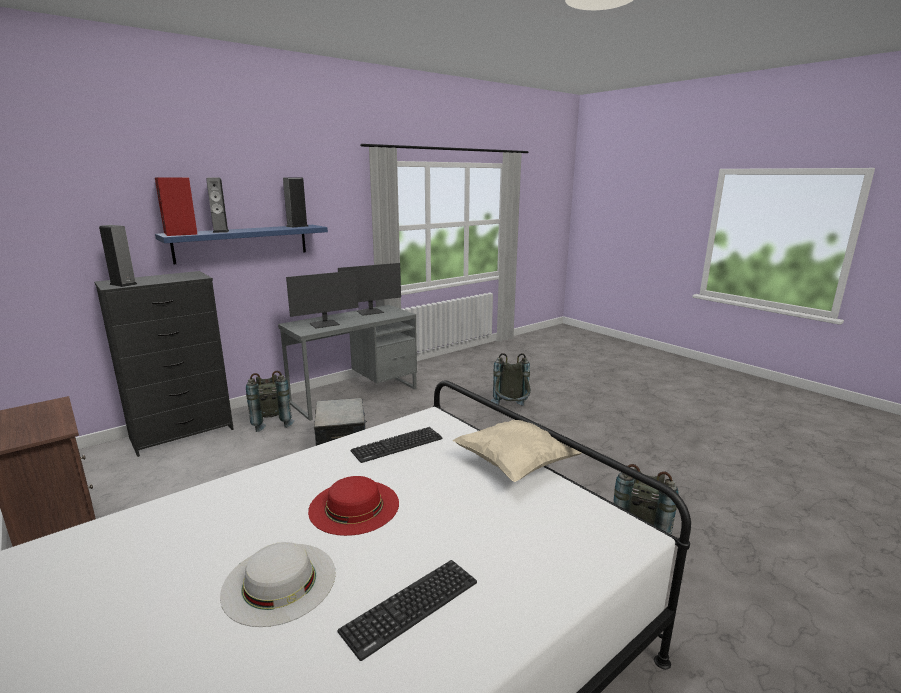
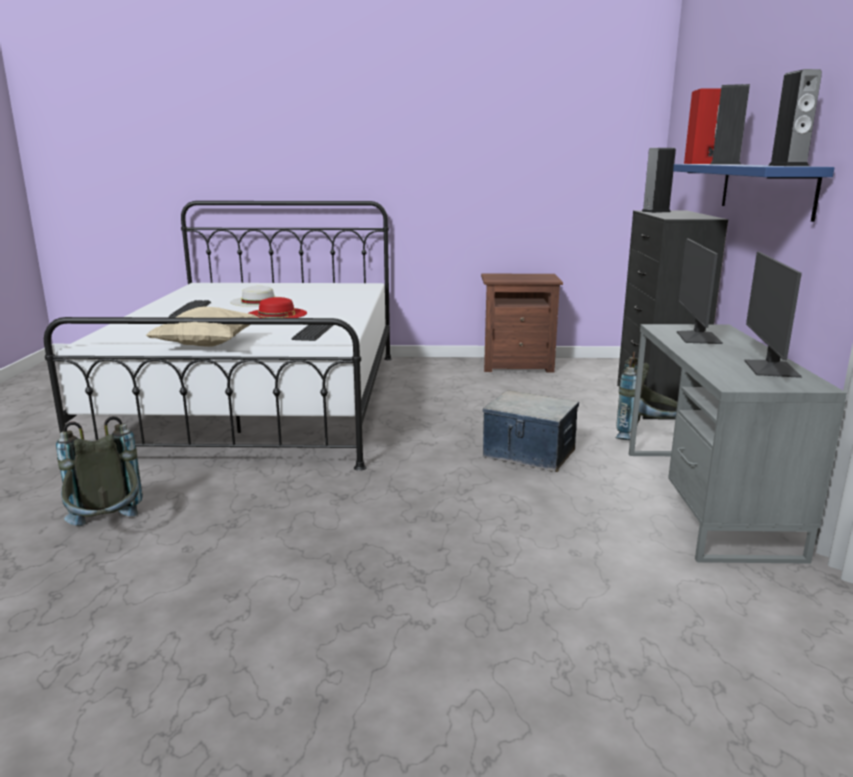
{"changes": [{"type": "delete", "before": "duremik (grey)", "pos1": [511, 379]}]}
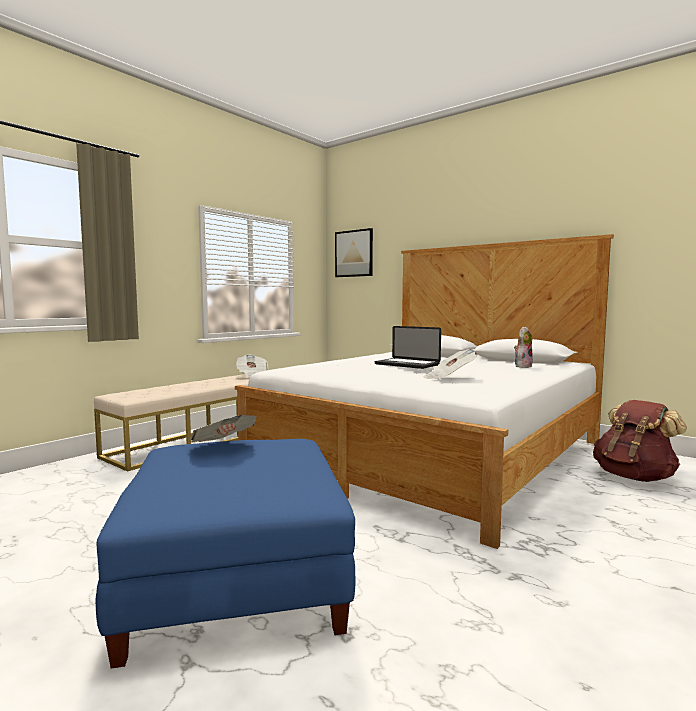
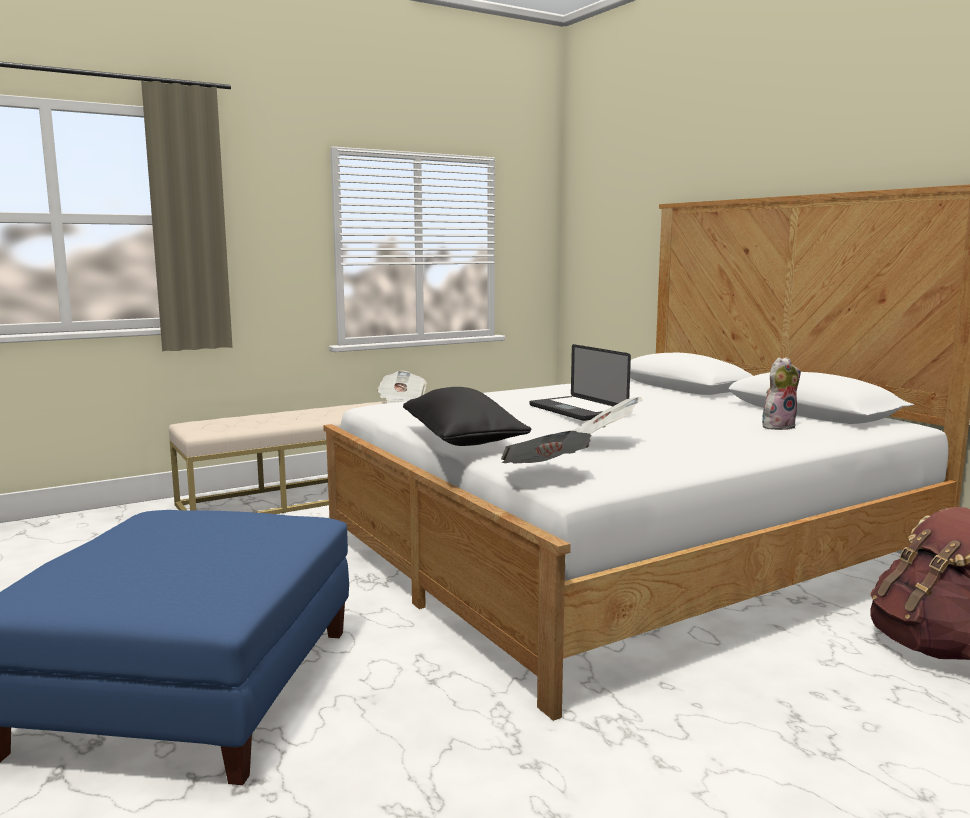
{"changes": [{"type": "delete", "before": "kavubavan", "pos1": [354, 252]}, {"type": "insert", "after": "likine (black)", "pos2": [467, 416]}, {"type": "move", "before": "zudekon", "pos1": [223, 428], "pos2": [546, 447]}]}
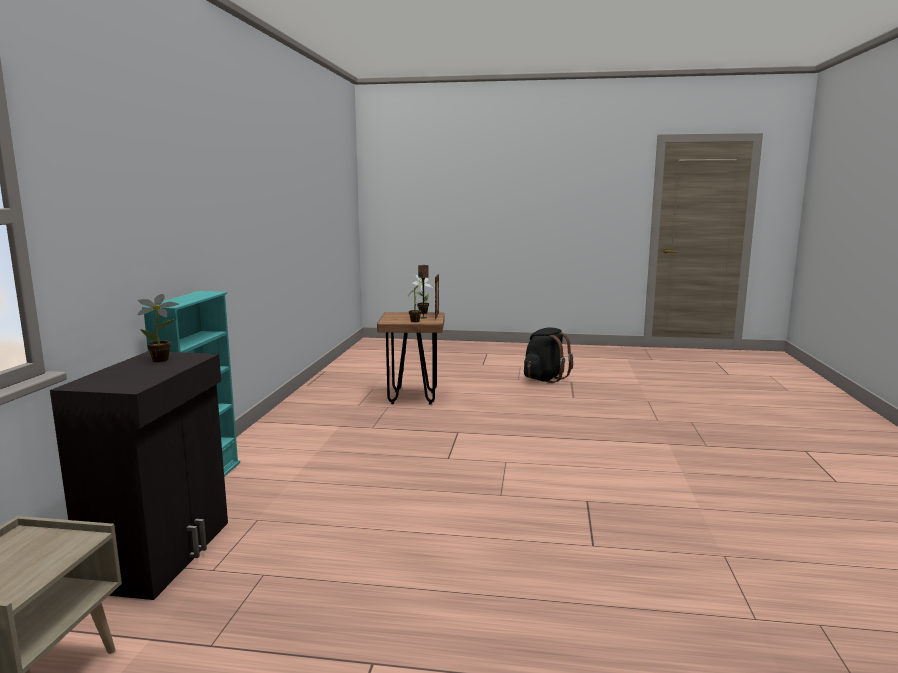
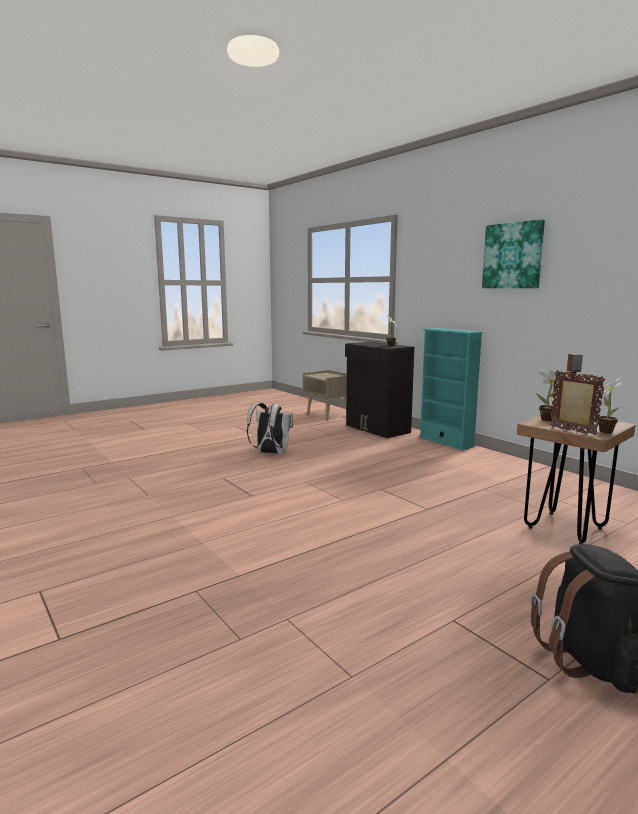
{"changes": [{"type": "insert", "after": "duremik (white)", "pos2": [270, 428]}, {"type": "insert", "after": "kavubavan", "pos2": [513, 253]}]}
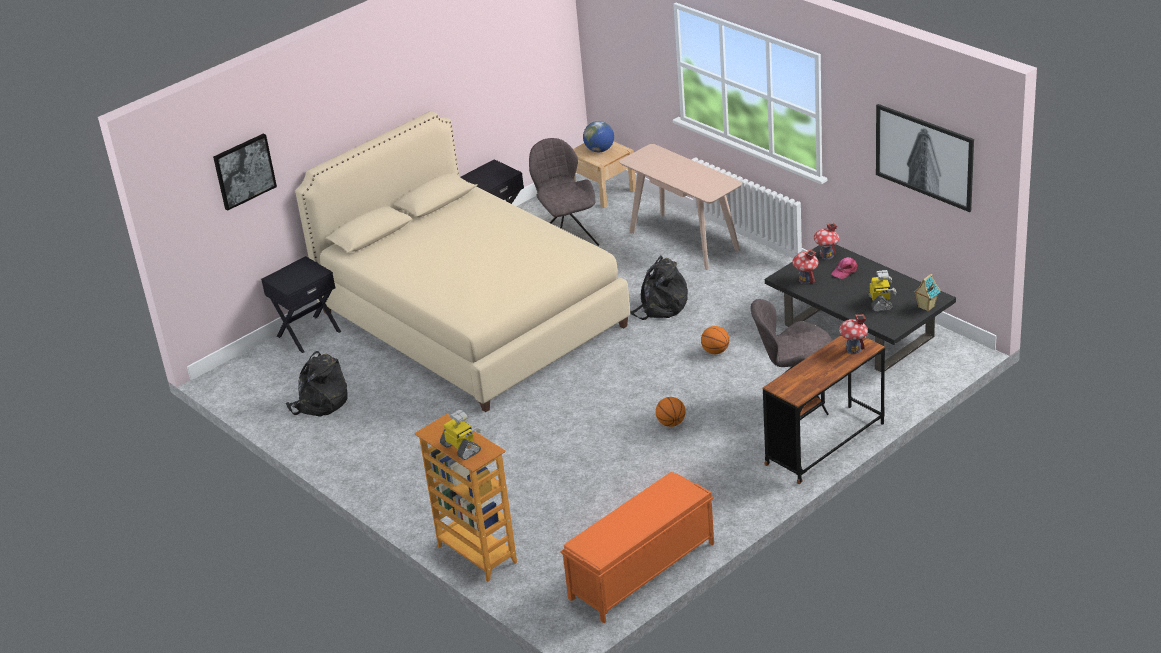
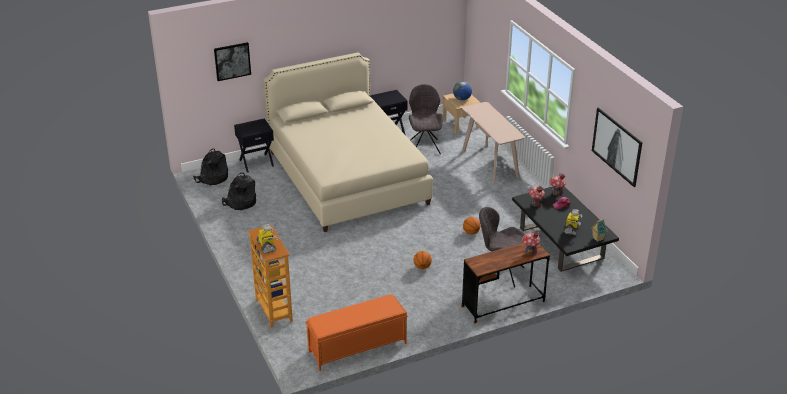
{"changes": [{"type": "move", "before": "duremik (black)", "pos1": [659, 288], "pos2": [210, 166]}]}
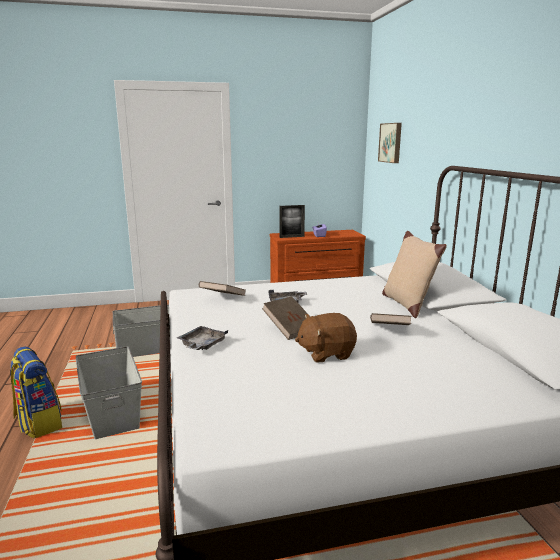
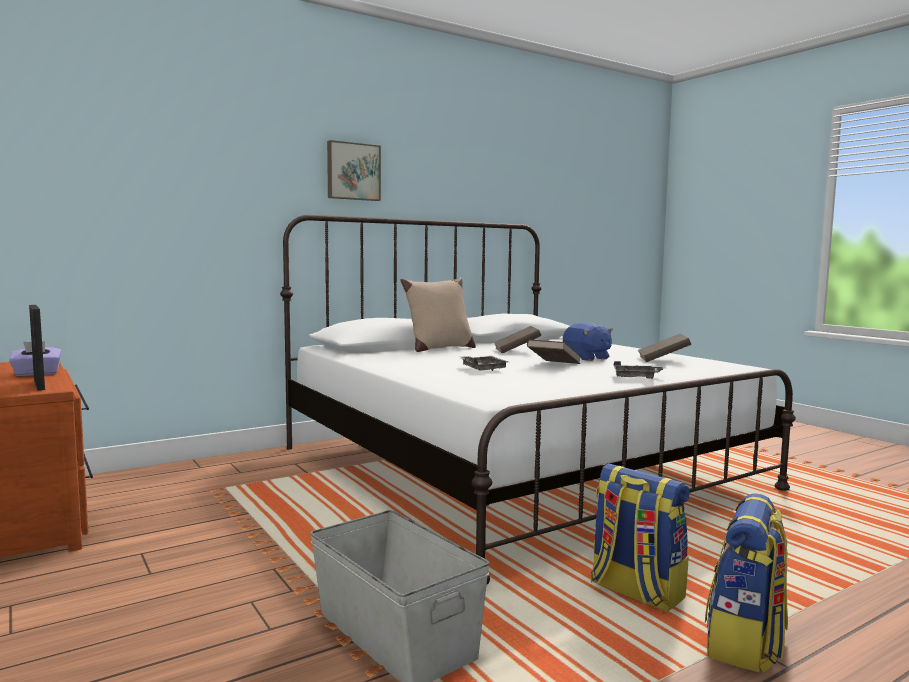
{"changes": [{"type": "move", "before": "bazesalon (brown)", "pos1": [222, 288], "pos2": [664, 348]}, {"type": "move", "before": "kavubavan", "pos1": [390, 143], "pos2": [354, 170]}, {"type": "replace", "before": "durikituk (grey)", "after": "duremik", "pos1": [109, 392], "pos2": [640, 538]}, {"type": "recolor", "before": "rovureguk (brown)", "after": "rovureguk (blue)", "pos1": [326, 338], "pos2": [588, 341]}]}
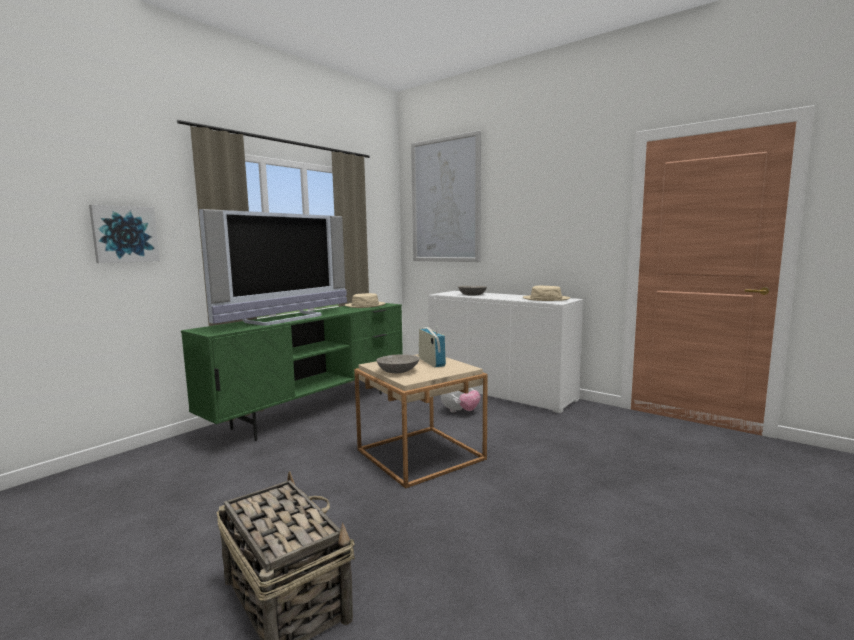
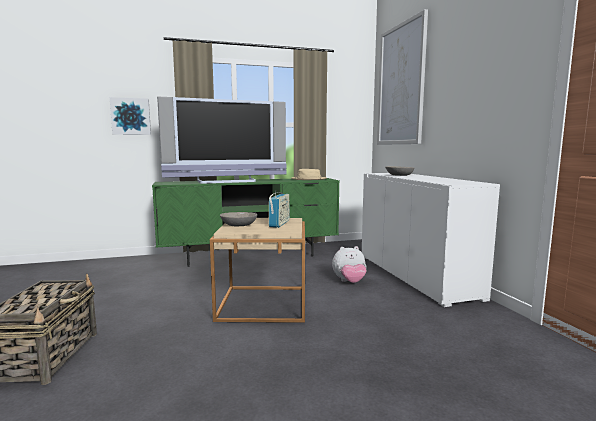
{"changes": [{"type": "delete", "before": "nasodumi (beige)", "pos1": [546, 293]}]}
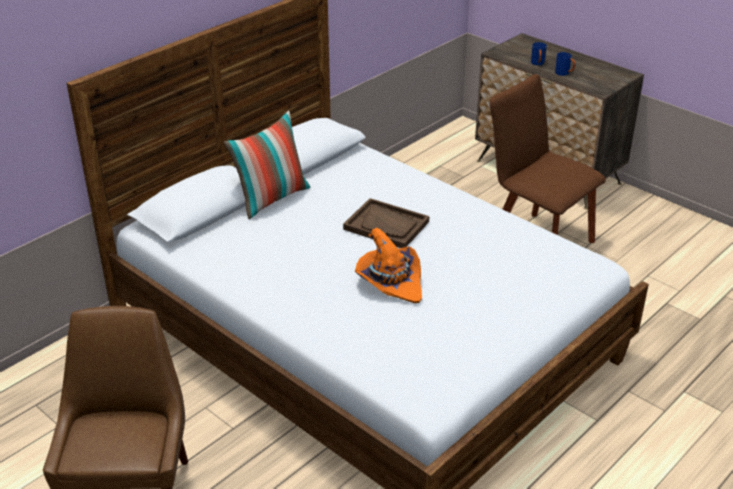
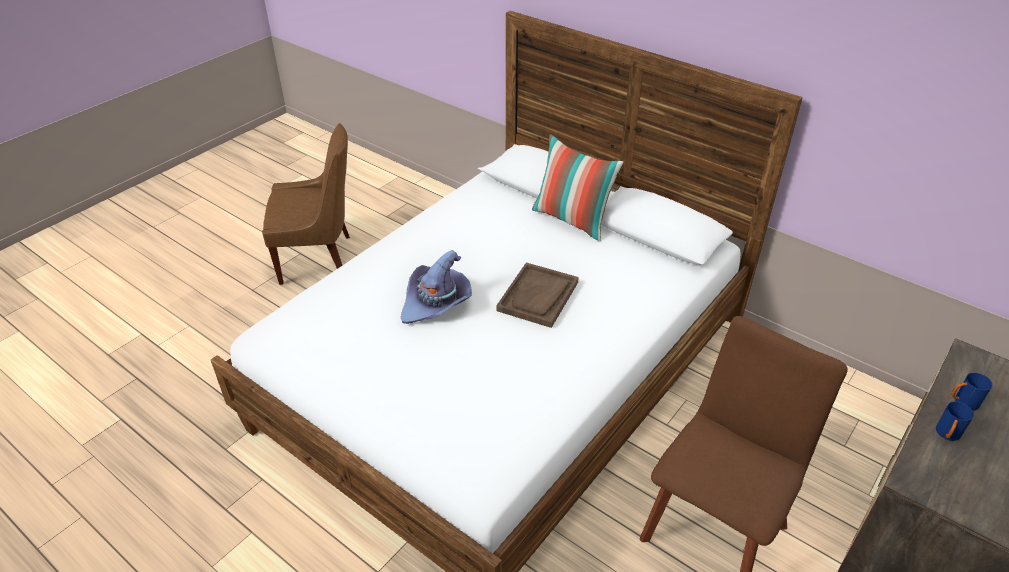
{"changes": [{"type": "recolor", "before": "nasodumi (orange)", "after": "nasodumi (purple)", "pos1": [388, 265], "pos2": [436, 287]}]}
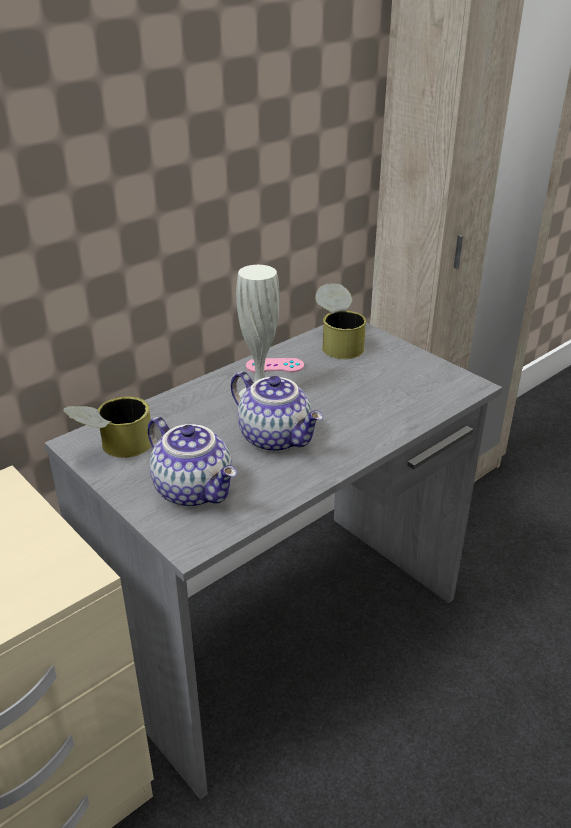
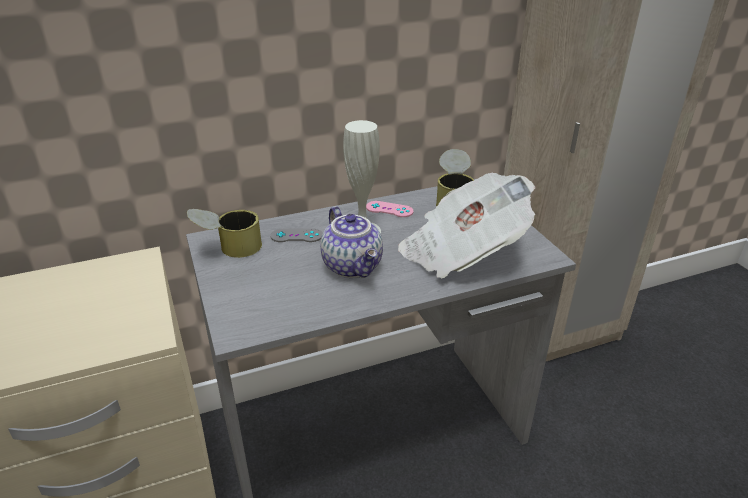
{"changes": [{"type": "delete", "before": "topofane", "pos1": [192, 462]}, {"type": "insert", "after": "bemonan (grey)", "pos2": [296, 235]}, {"type": "insert", "after": "zudekon", "pos2": [466, 225]}]}
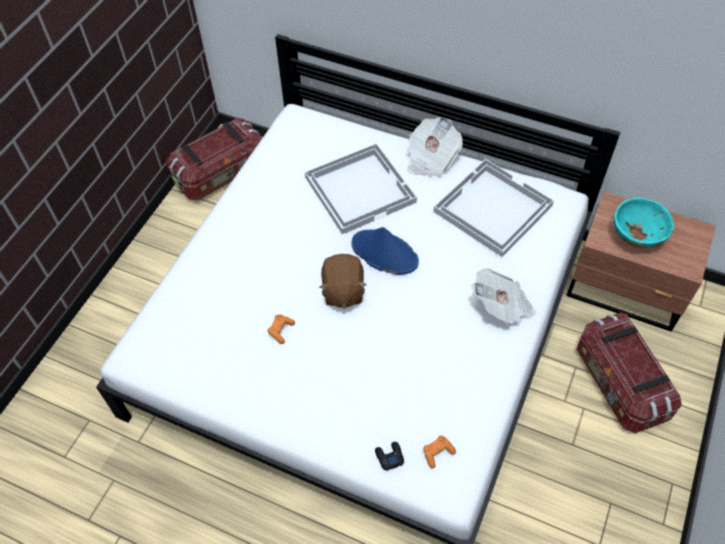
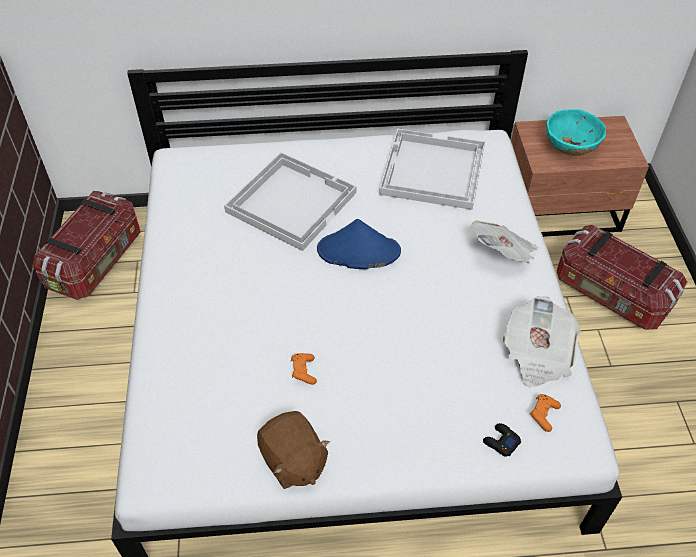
{"changes": [{"type": "move", "before": "rovureguk (brown)", "pos1": [343, 281], "pos2": [293, 450]}, {"type": "move", "before": "zudekon", "pos1": [435, 147], "pos2": [541, 342]}]}
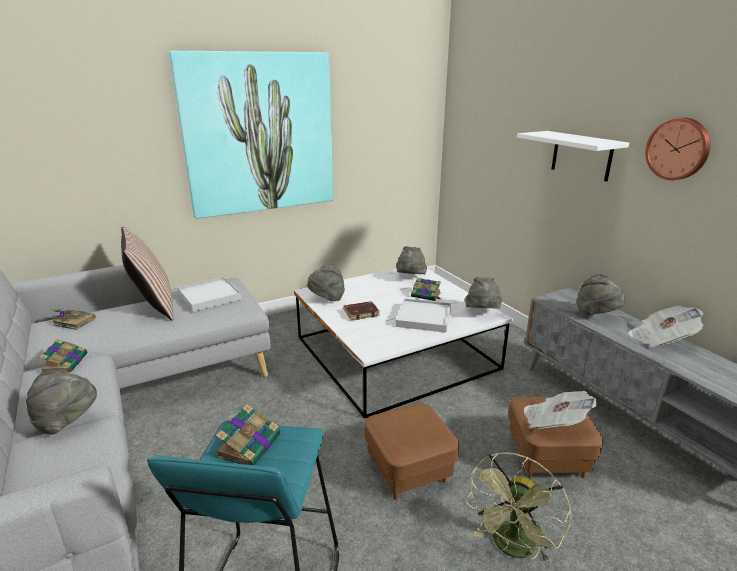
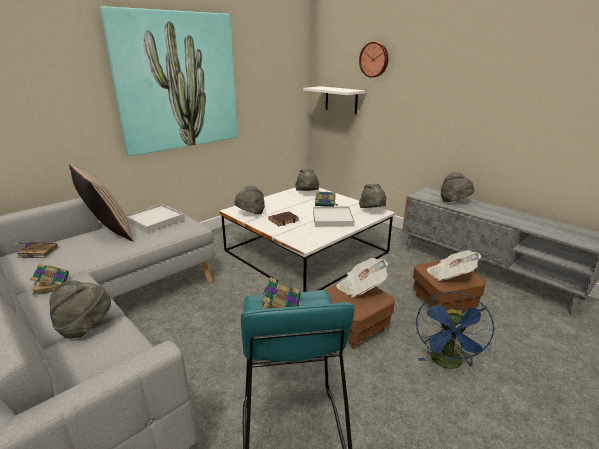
{"changes": [{"type": "move", "before": "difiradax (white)", "pos1": [573, 156], "pos2": [334, 100]}, {"type": "move", "before": "zudekon", "pos1": [666, 326], "pos2": [362, 278]}, {"type": "move", "before": "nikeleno", "pos1": [677, 149], "pos2": [373, 60]}, {"type": "recolor", "before": "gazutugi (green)", "after": "gazutugi (blue)", "pos1": [518, 507], "pos2": [455, 330]}]}
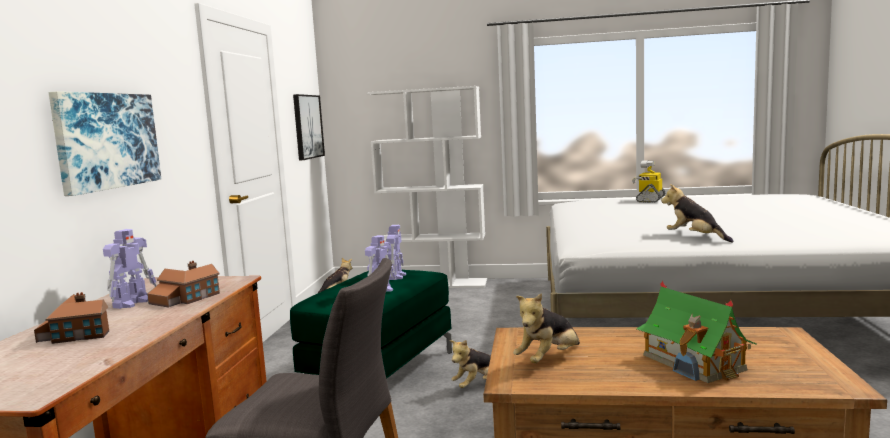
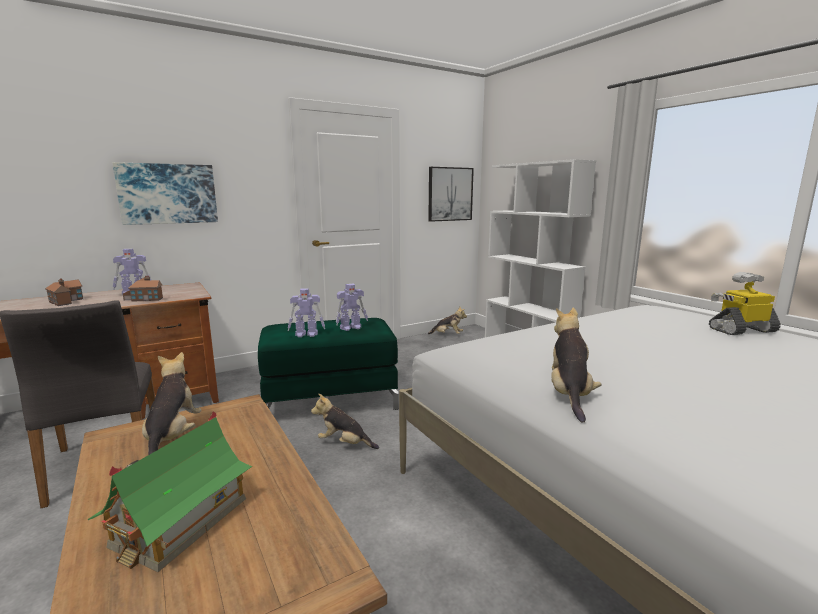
{"changes": [{"type": "rotate", "before": "rovureguk", "pos1": [546, 328], "pos2": [171, 403], "turn": 75}]}
